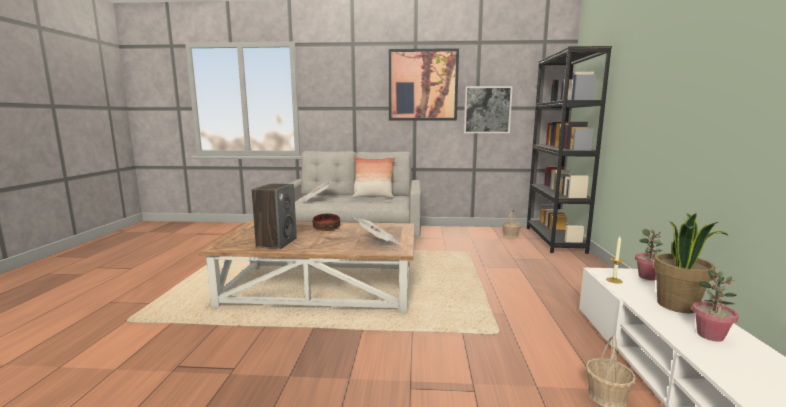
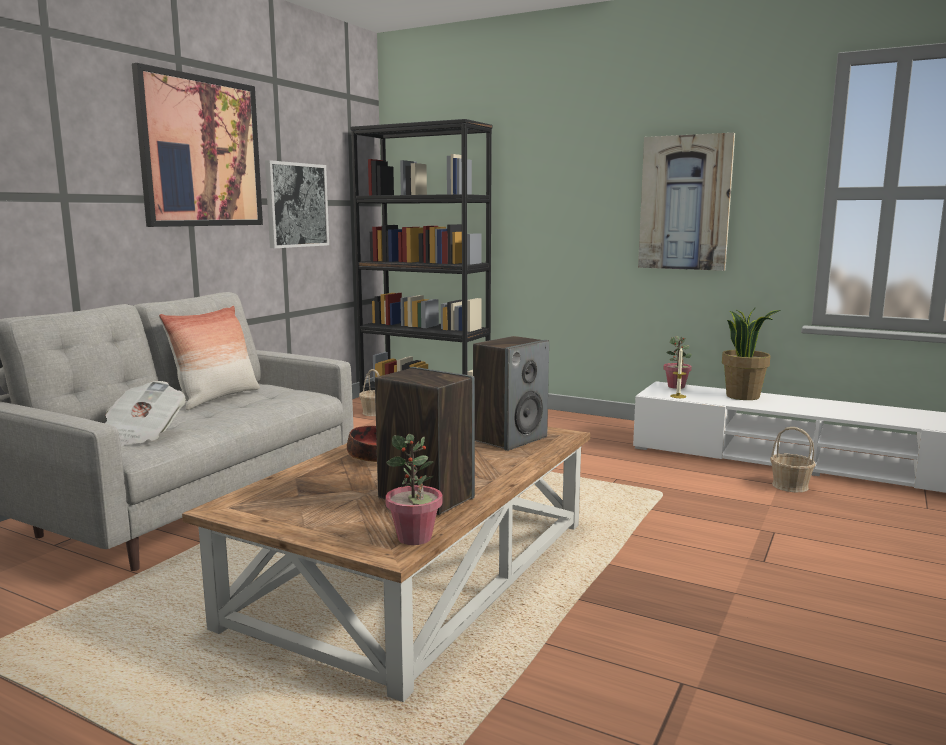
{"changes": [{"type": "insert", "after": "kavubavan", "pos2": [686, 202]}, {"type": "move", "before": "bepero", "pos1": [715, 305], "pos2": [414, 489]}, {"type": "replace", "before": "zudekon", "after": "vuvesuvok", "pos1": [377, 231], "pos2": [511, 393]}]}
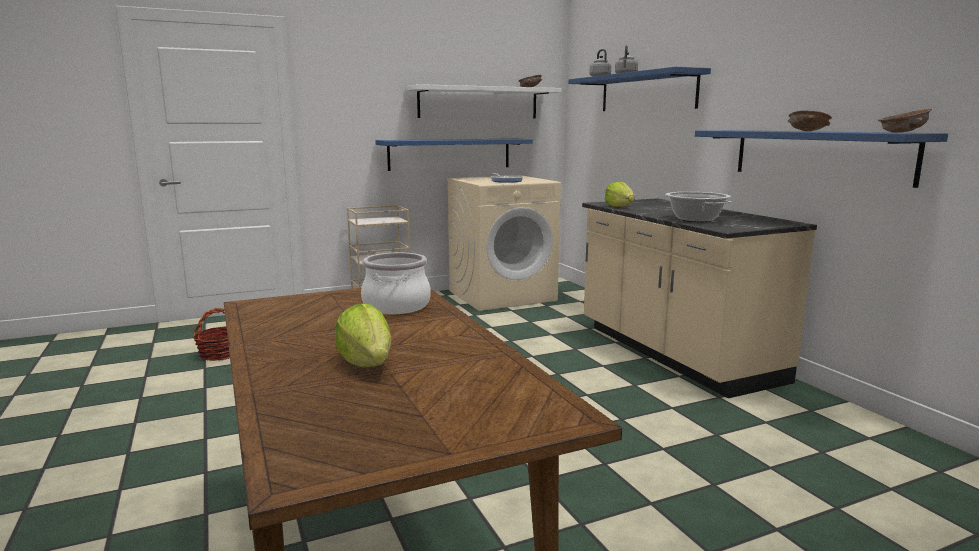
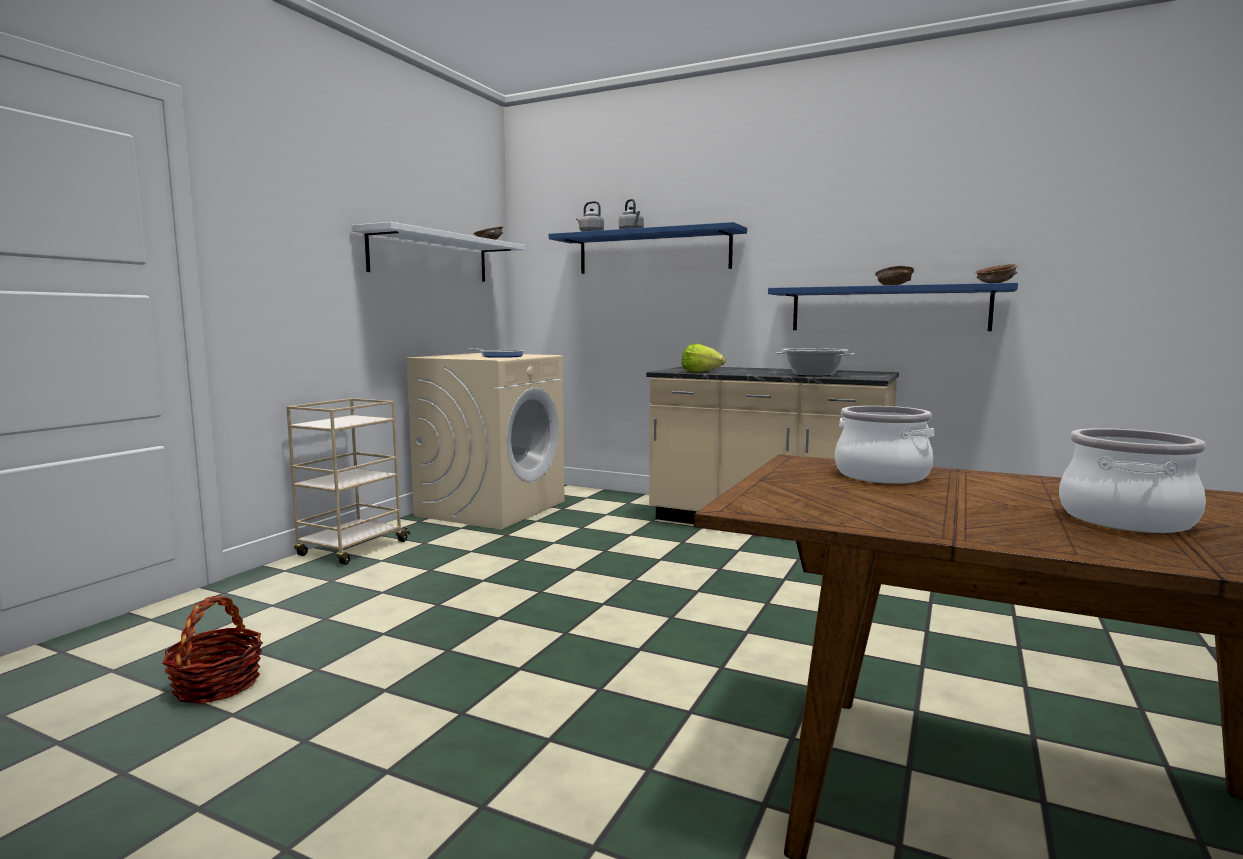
{"changes": [{"type": "delete", "before": "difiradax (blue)", "pos1": [454, 155]}, {"type": "replace", "before": "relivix", "after": "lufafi", "pos1": [363, 335], "pos2": [1132, 480]}]}
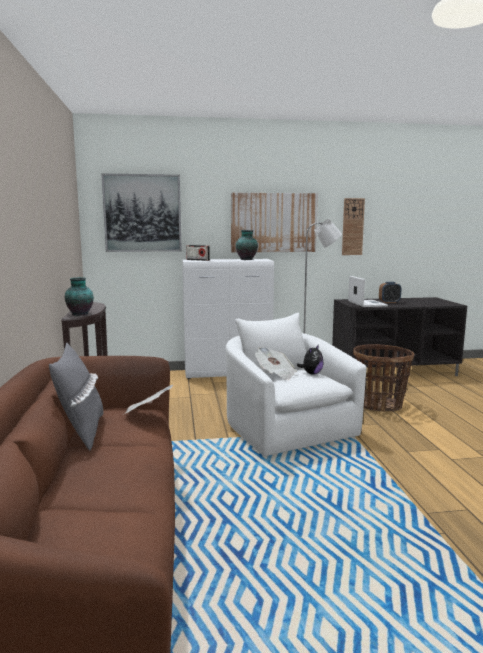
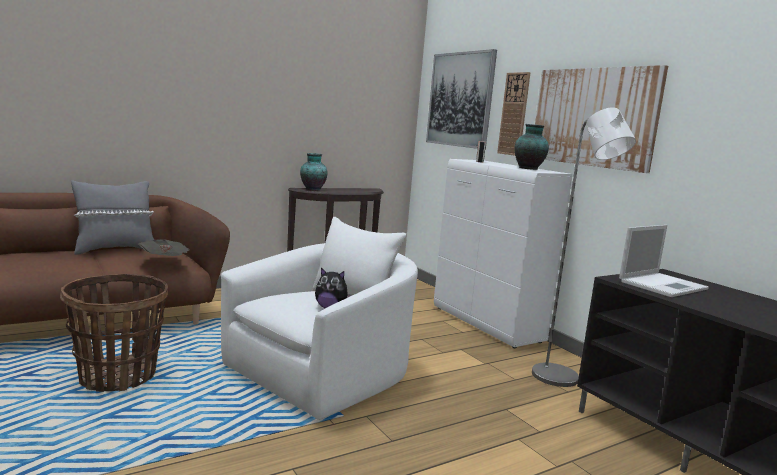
{"changes": [{"type": "delete", "before": "zudekon", "pos1": [276, 363]}, {"type": "delete", "before": "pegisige", "pos1": [390, 292]}, {"type": "move", "before": "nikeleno", "pos1": [353, 226], "pos2": [514, 114]}, {"type": "move", "before": "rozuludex", "pos1": [383, 378], "pos2": [114, 333]}]}
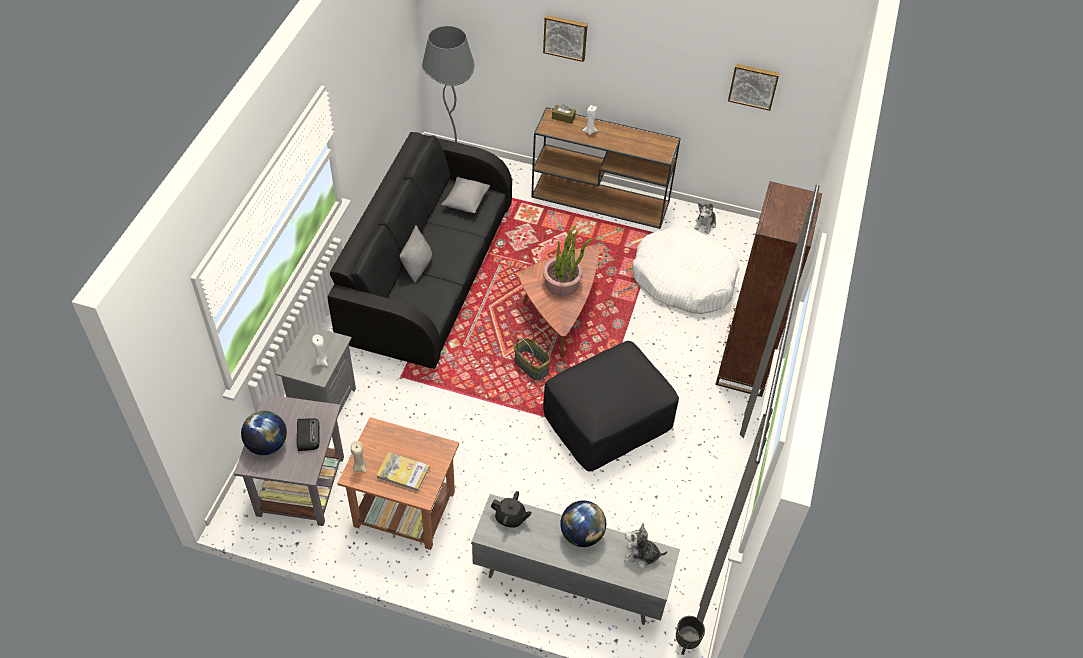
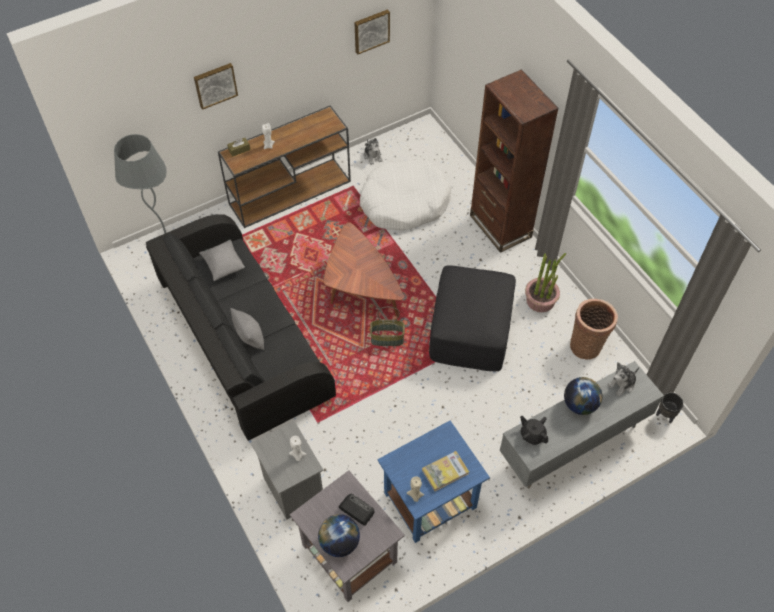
{"changes": [{"type": "insert", "after": "rozuludex", "pos2": [594, 329]}, {"type": "move", "before": "bepero", "pos1": [568, 260], "pos2": [545, 282]}, {"type": "recolor", "before": "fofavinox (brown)", "after": "fofavinox (blue)", "pos1": [398, 483], "pos2": [434, 481]}, {"type": "rotate", "before": "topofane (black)", "pos1": [511, 509], "pos2": [534, 430], "turn": -105}]}
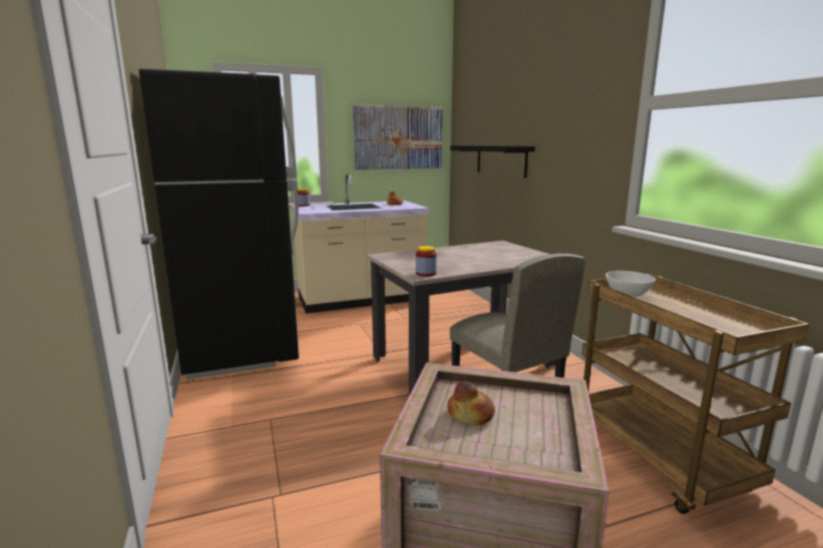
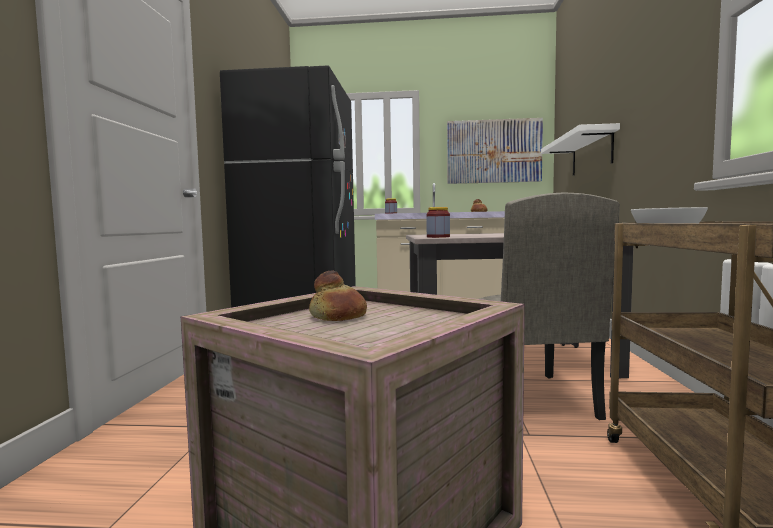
{"changes": [{"type": "recolor", "before": "difiradax (black)", "after": "difiradax (white)", "pos1": [492, 162], "pos2": [580, 149]}]}
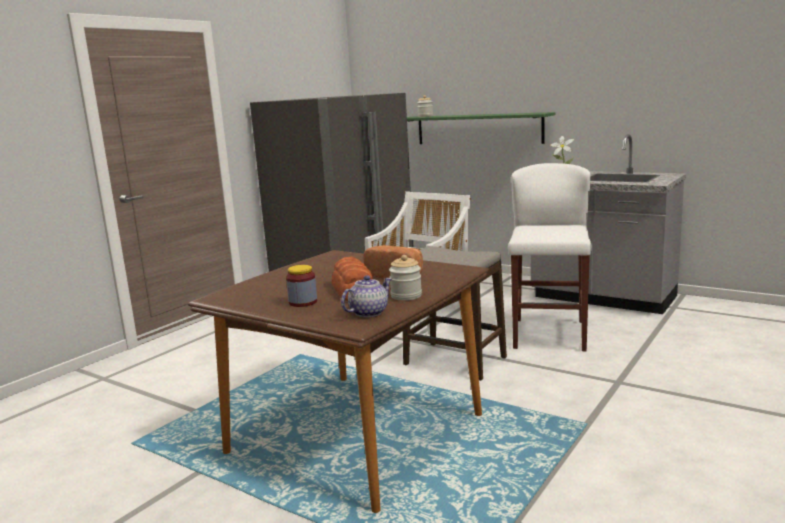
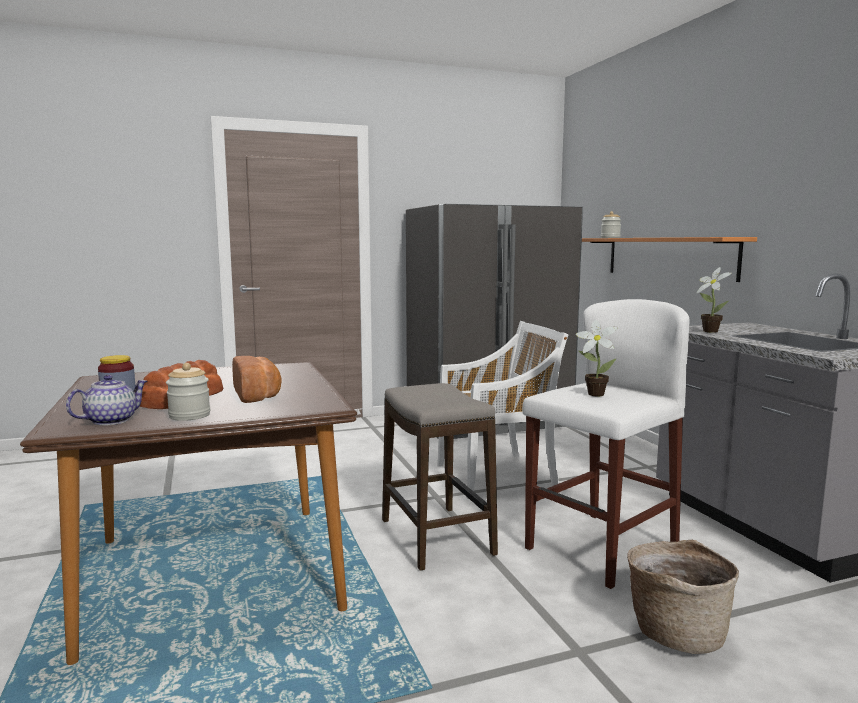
{"changes": [{"type": "insert", "after": "bepero", "pos2": [597, 358]}, {"type": "insert", "after": "rozuludex", "pos2": [683, 596]}, {"type": "recolor", "before": "difiradax (green)", "after": "difiradax (orange)", "pos1": [481, 128], "pos2": [669, 259]}, {"type": "rotate", "before": "topofane", "pos1": [366, 296], "pos2": [107, 400], "turn": -45}]}
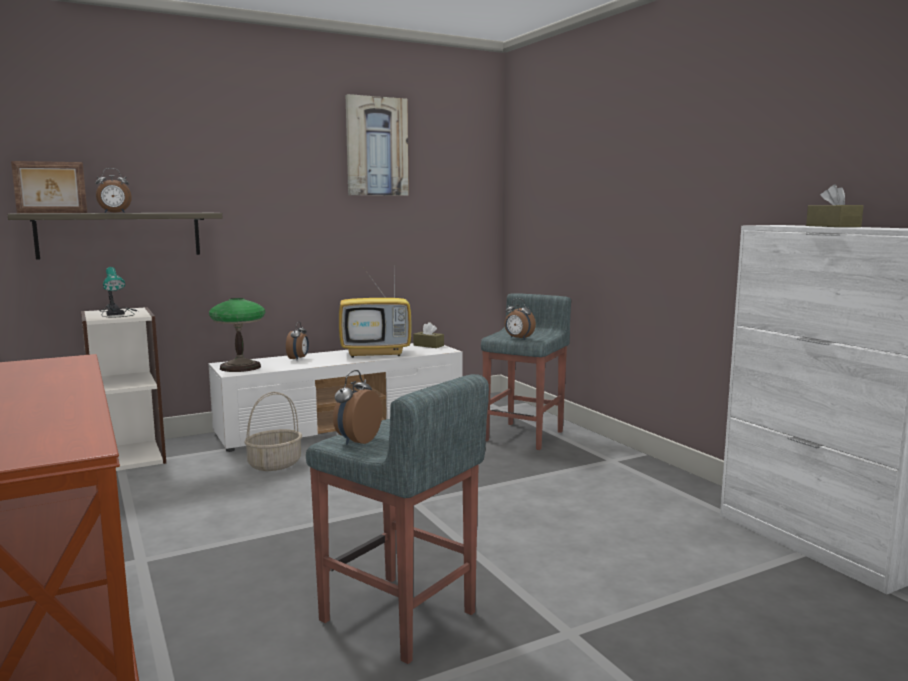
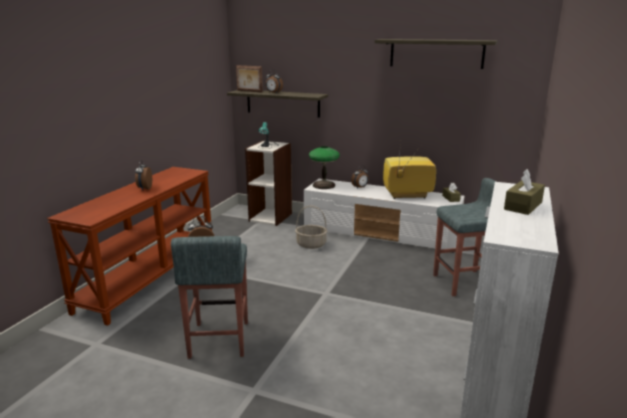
{"changes": [{"type": "move", "before": "pegisige", "pos1": [520, 319], "pos2": [143, 175]}, {"type": "replace", "before": "kavubavan", "after": "difiradax", "pos1": [377, 145], "pos2": [436, 54]}, {"type": "rotate", "before": "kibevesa", "pos1": [375, 314], "pos2": [409, 170], "turn": 135}]}
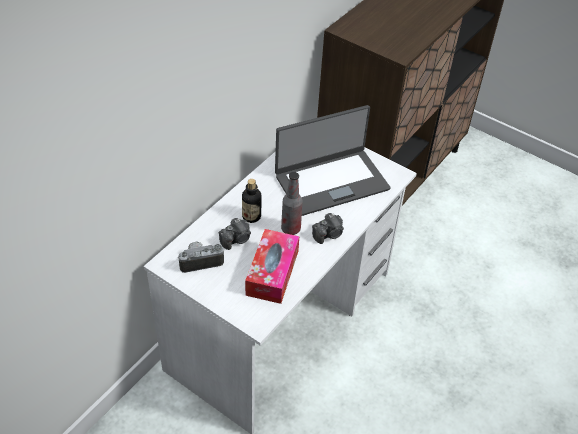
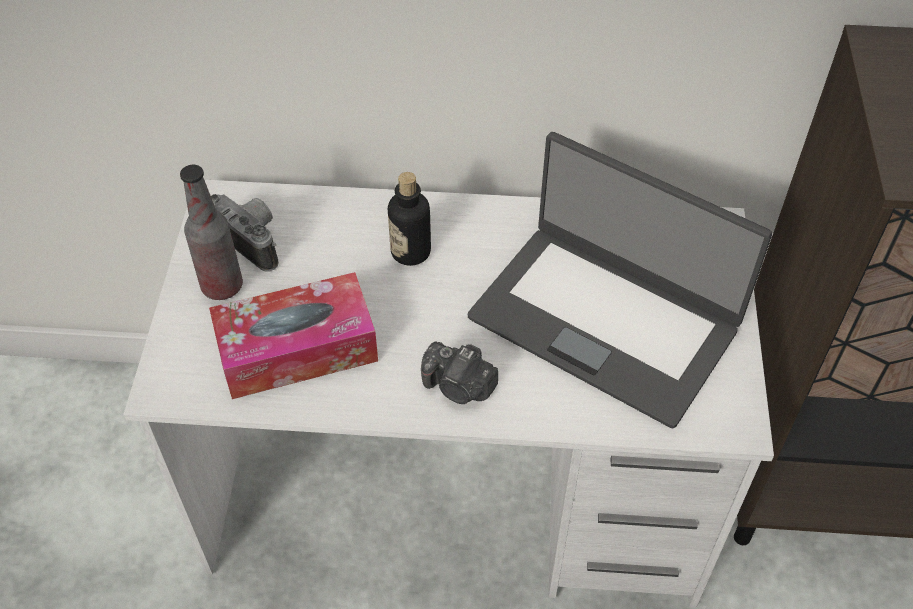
{"changes": [{"type": "delete", "before": "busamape", "pos1": [235, 234]}, {"type": "move", "before": "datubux", "pos1": [292, 203], "pos2": [211, 232]}]}
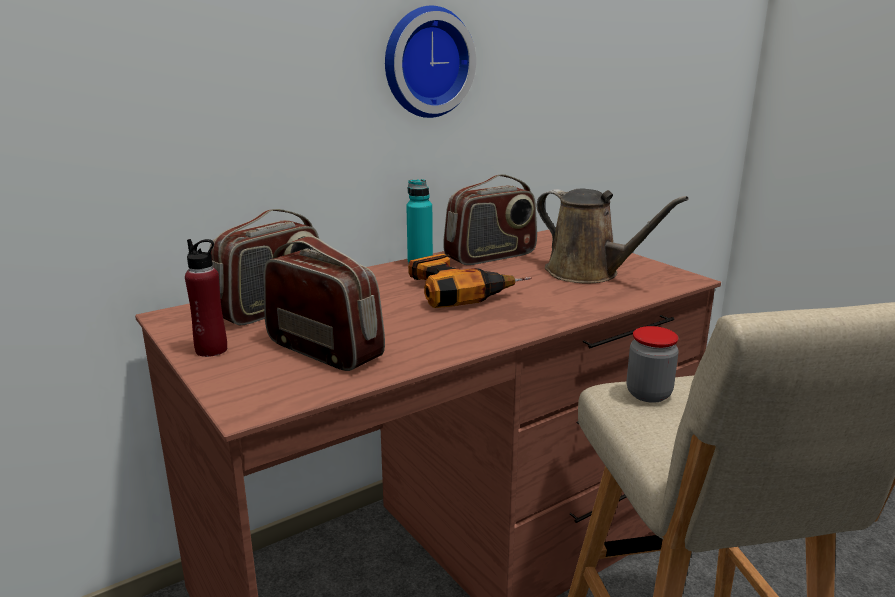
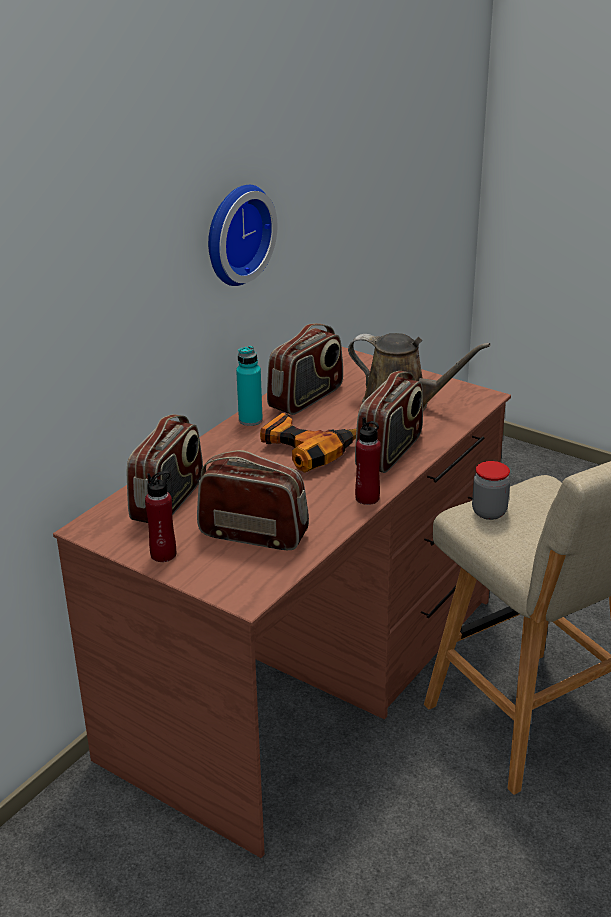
{"changes": [{"type": "insert", "after": "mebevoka", "pos2": [389, 422]}, {"type": "insert", "after": "datubux (red)", "pos2": [368, 461]}]}
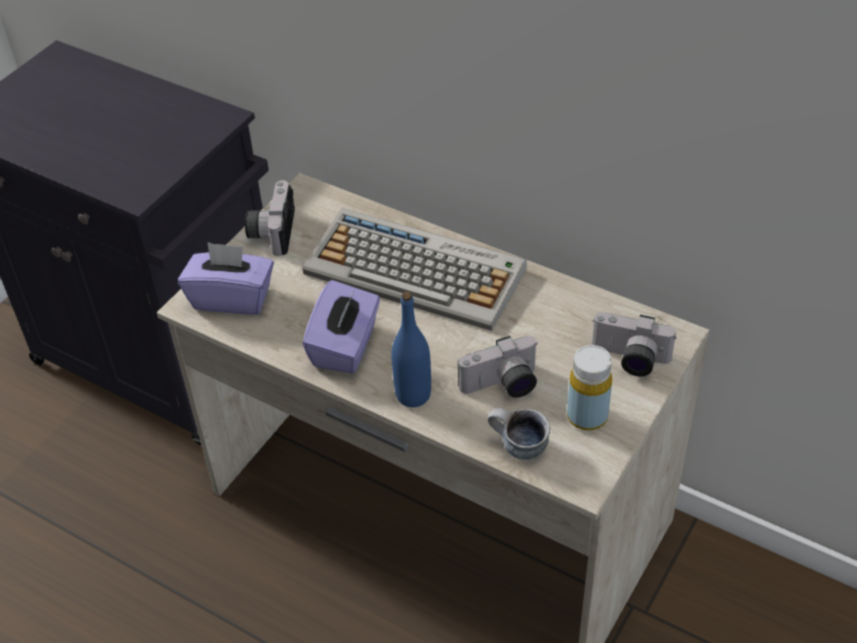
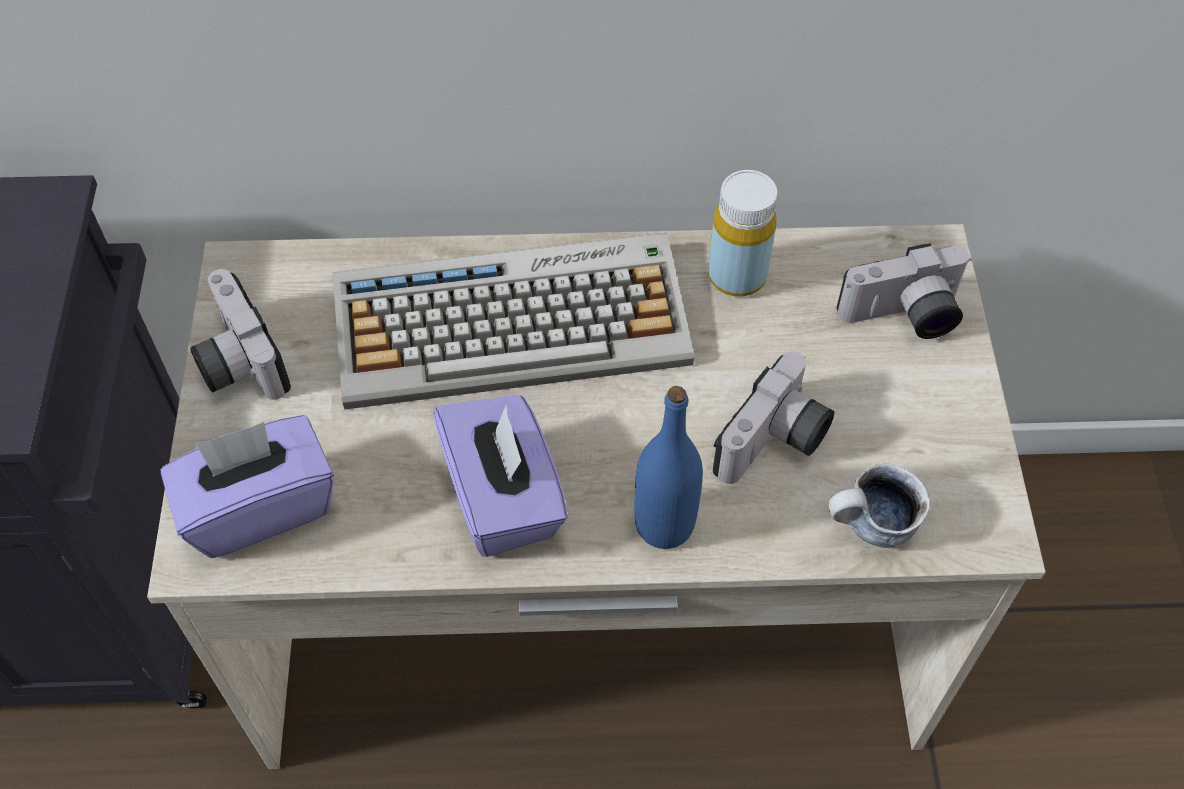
{"changes": [{"type": "move", "before": "datubux (yellow)", "pos1": [589, 388], "pos2": [743, 233]}]}
